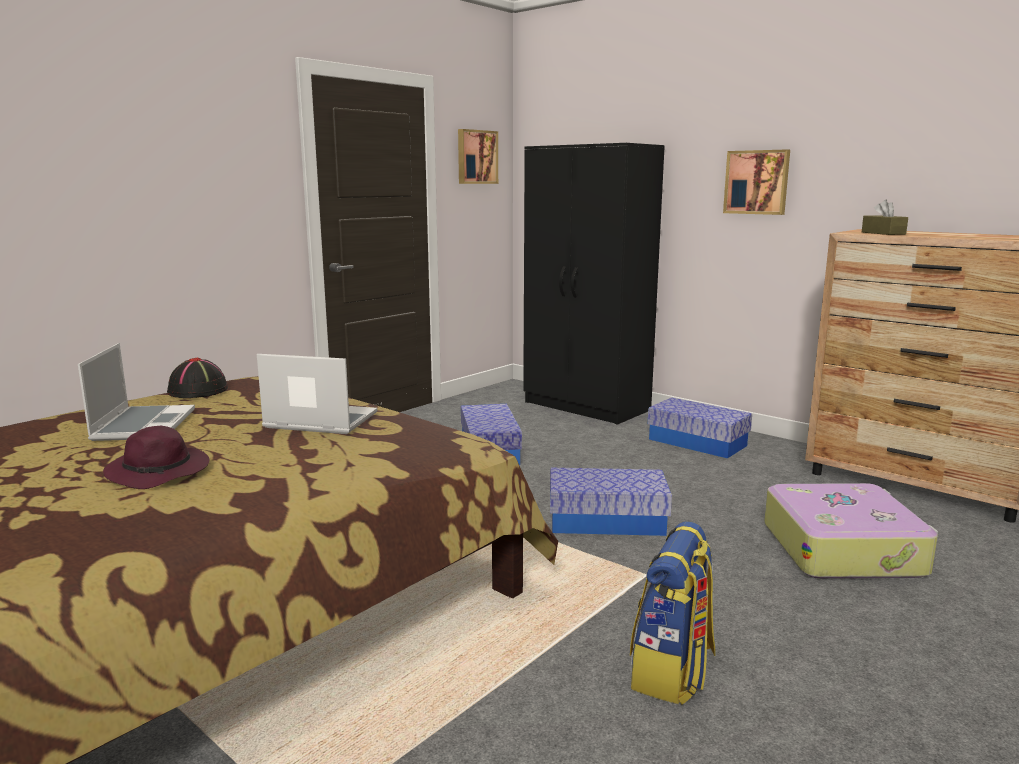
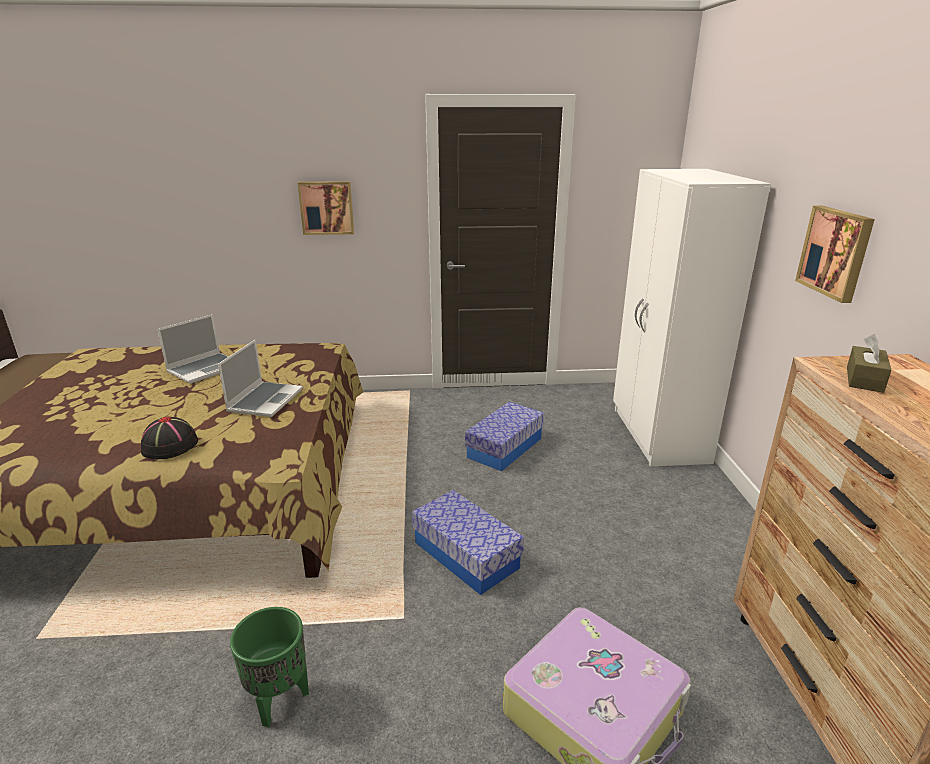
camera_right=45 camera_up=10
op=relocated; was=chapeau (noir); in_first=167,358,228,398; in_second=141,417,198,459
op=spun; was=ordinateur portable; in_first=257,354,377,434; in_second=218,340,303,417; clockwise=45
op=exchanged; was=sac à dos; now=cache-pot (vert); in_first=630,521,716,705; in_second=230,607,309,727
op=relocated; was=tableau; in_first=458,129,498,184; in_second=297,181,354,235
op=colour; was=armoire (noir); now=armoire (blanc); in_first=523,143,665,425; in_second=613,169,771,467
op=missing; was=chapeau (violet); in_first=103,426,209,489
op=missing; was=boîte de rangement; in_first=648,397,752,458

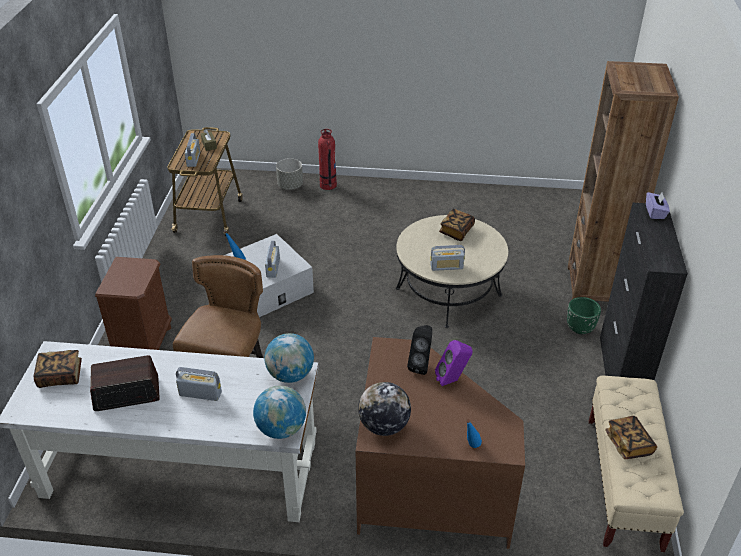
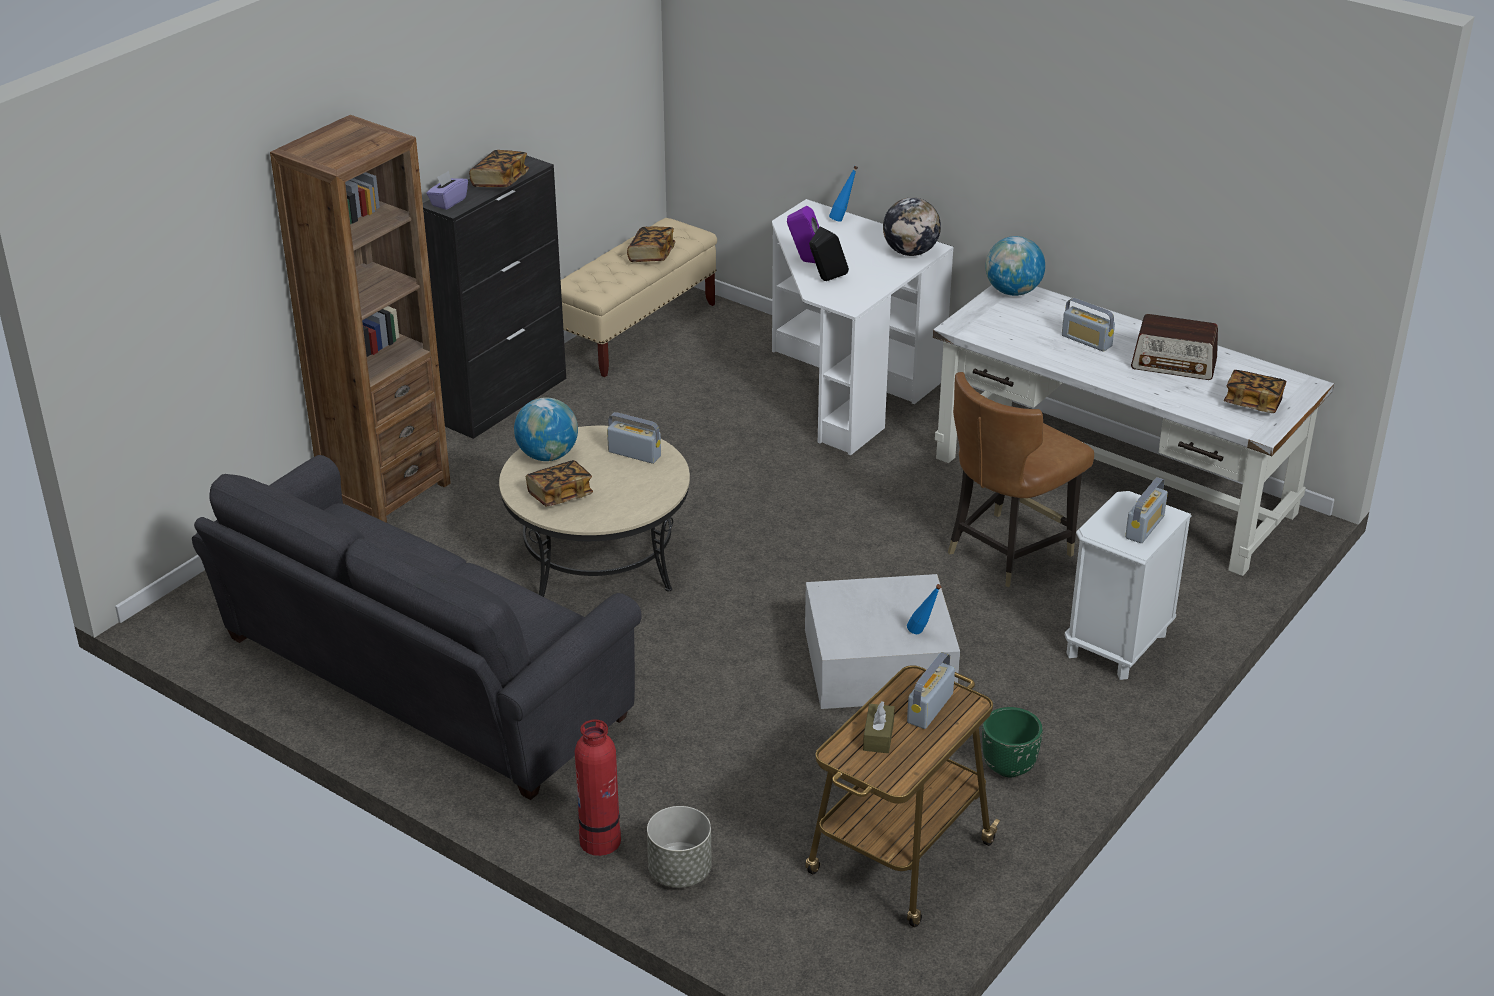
camera_right=-150 camera_up=-5
op=appeared; now=canapé (gris); in_second=192,455,642,800
op=appeared; now=livre; in_second=469,150,529,187
op=relocated; was=globe; in_first=265,333,314,383; in_second=514,397,578,461
op=colour; was=bureau (marron); now=bureau (blanc); in_first=356,337,525,549; in_second=772,199,953,456
op=relocated; was=cache-pot (vert); in_first=567,297,601,334; in_second=982,707,1043,777
op=colour; was=table de chevet (marron); now=table de chevet (blanc); in_first=95,257,172,350; in_second=1065,491,1192,680
op=relocated; was=radio; in_first=265,241,280,278; in_second=1125,477,1168,543

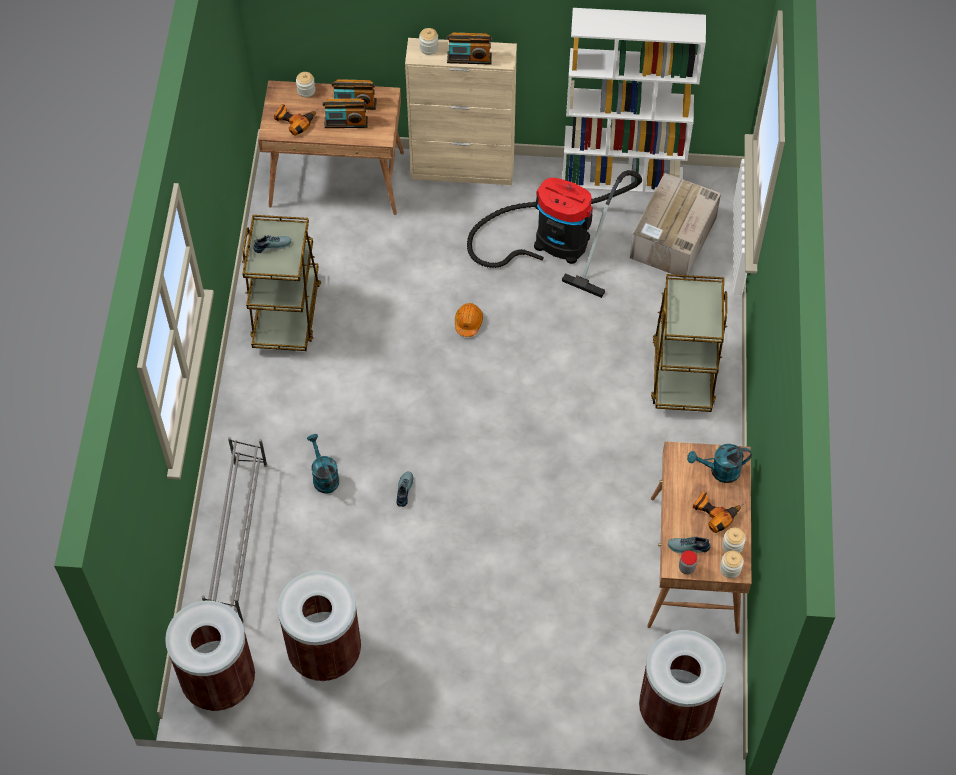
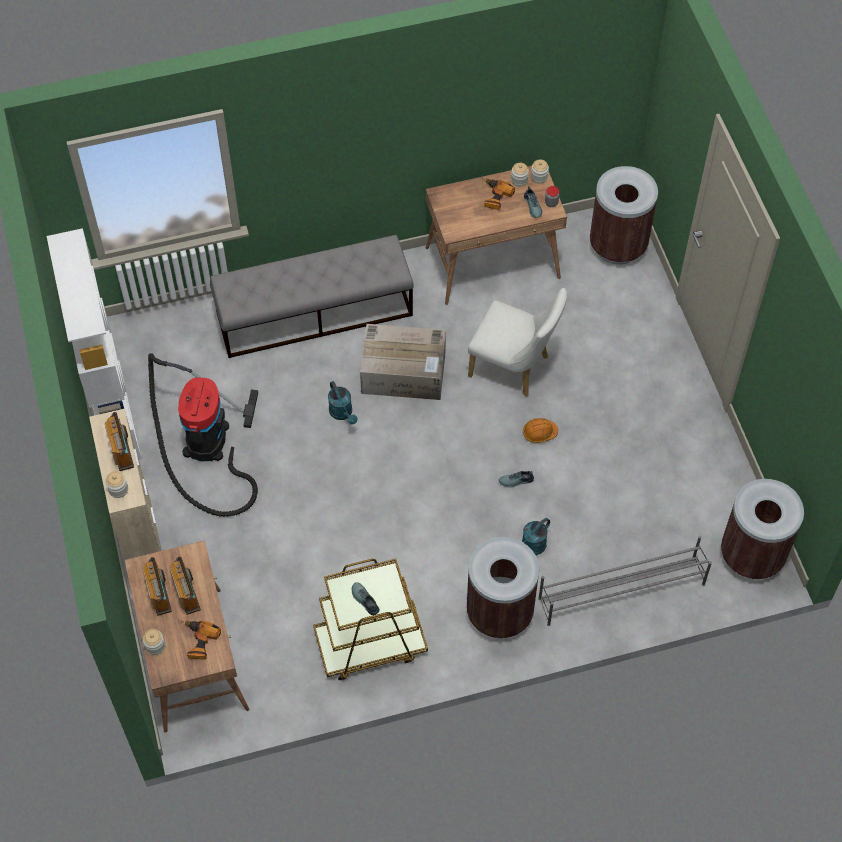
camera_right=-110 camera_up=0
op=exchanged; was=chariot (marron); now=banc (gris); in_first=651,274,728,412; in_second=210,235,414,358
op=relocated; was=arrosoir (turquoise); in_first=687,444,752,483; in_second=328,381,357,425
op=relocated; was=carton; in_first=630,173,721,279; in_second=360,324,446,400
op=relocated; was=poubelle (marron); in_first=278,571,361,681; in_second=466,537,539,639
op=appeared; now=chaise (blanc); in_second=468,288,567,397
op=relocated; was=casque de chantier (orange); in_first=455,303,483,337; in_second=523,418,558,443

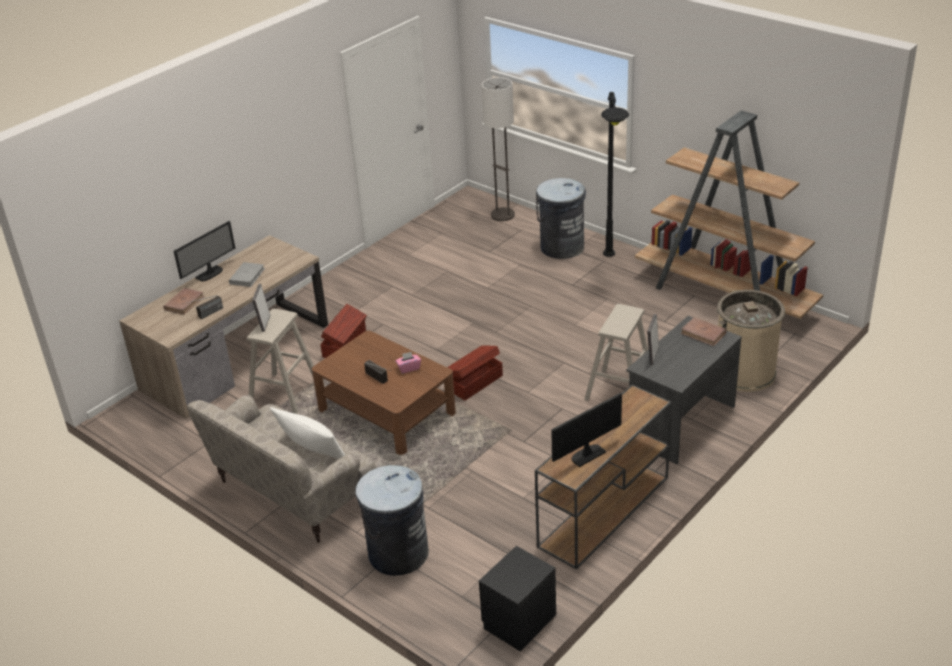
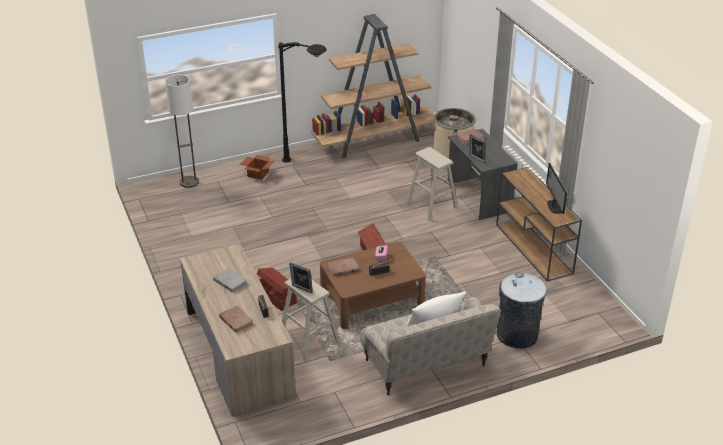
camera_right=-65 camera_up=0
op=exchanged; was=poubelle (gris); now=carton; in_first=536,178,586,259; in_second=240,155,275,180
op=appeared; now=livre (marron); in_second=328,257,360,277
op=missing; was=écran d'ordinateur; in_first=174,221,235,281
op=missing; was=table de chevet (noir); in_first=479,546,556,651

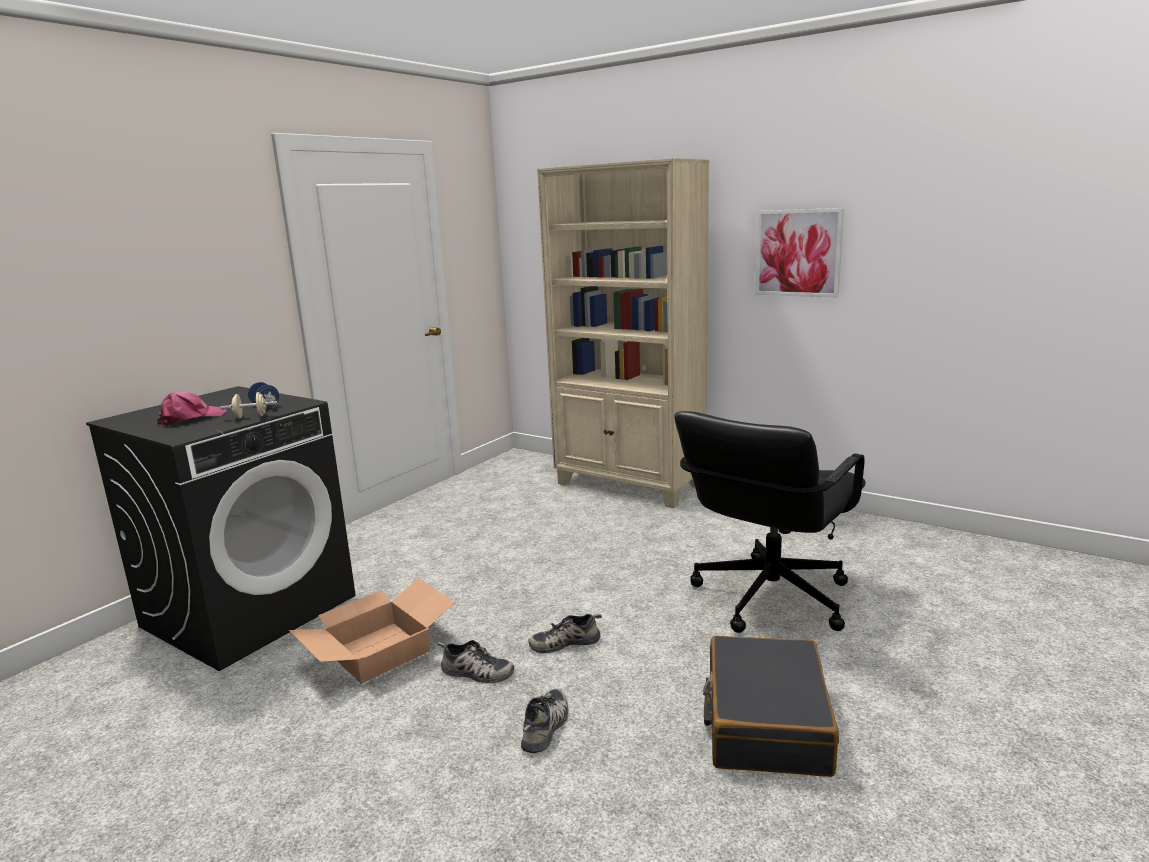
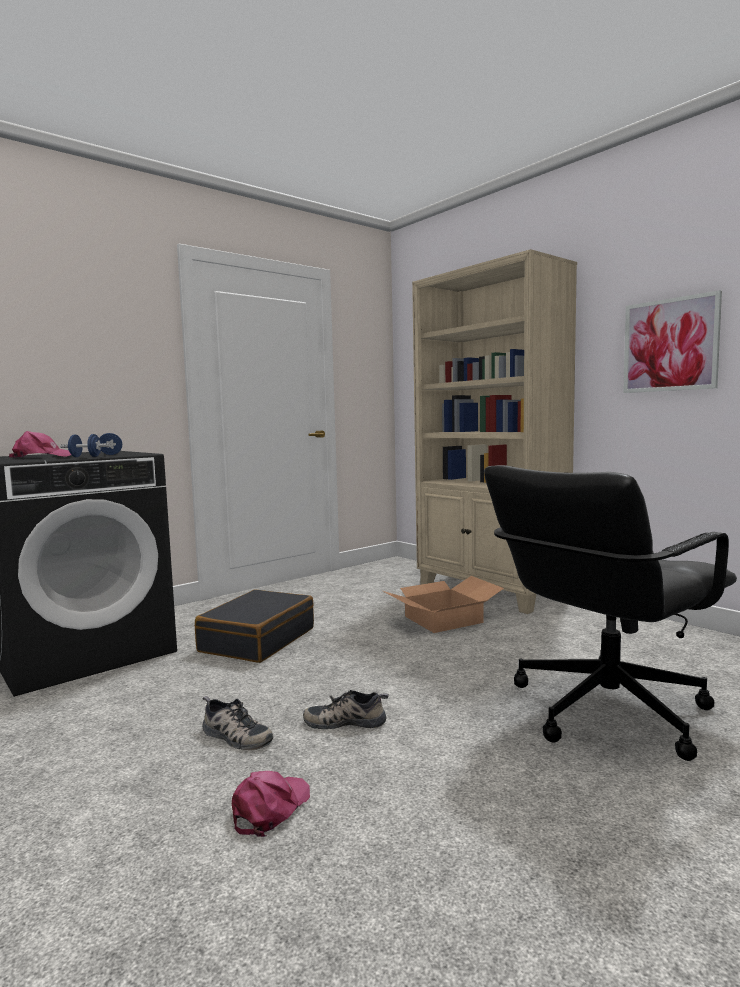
camera_right=15 camera_up=-10
op=colour; was=haltère (beige); now=haltère (bleu); in_first=220,392,277,419; in_second=60,434,110,457
op=relocated; was=valise (noir); in_first=703,636,839,777; in_second=195,589,314,663
op=exchanged; was=chaussure; now=casquette (rose); in_first=521,689,568,753; in_second=232,771,310,837
op=relocated; was=carton; in_first=289,578,455,684; in_second=383,576,504,633

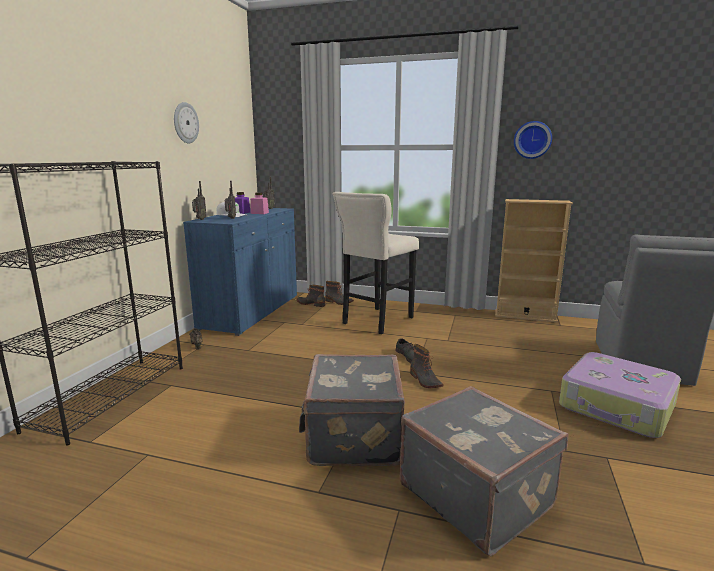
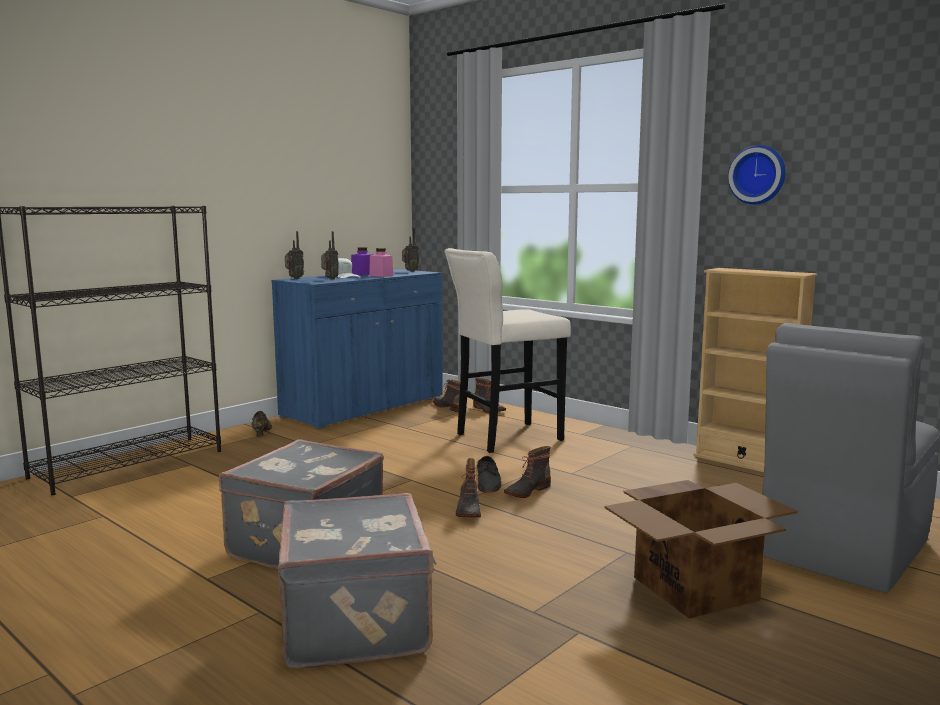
camera_right=25 camera_up=-5
op=appeared; now=botte; in_second=504,446,551,498
op=exchanged; was=valise; now=carton; in_first=559,352,681,438; in_second=605,480,798,619
op=missing; was=horloge murale; in_first=174,102,199,143

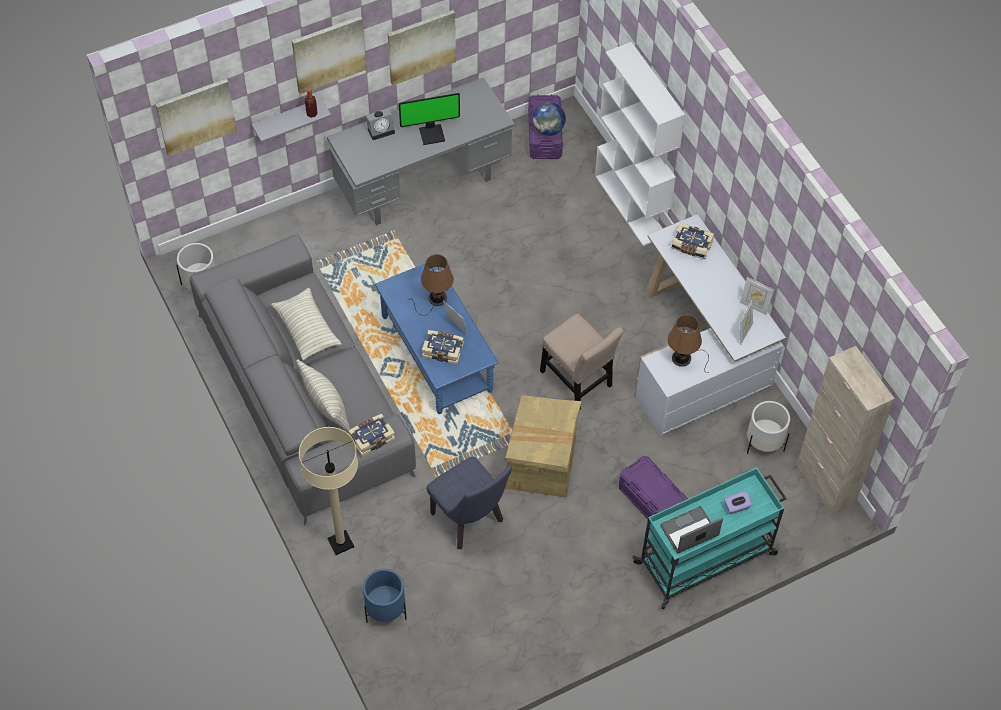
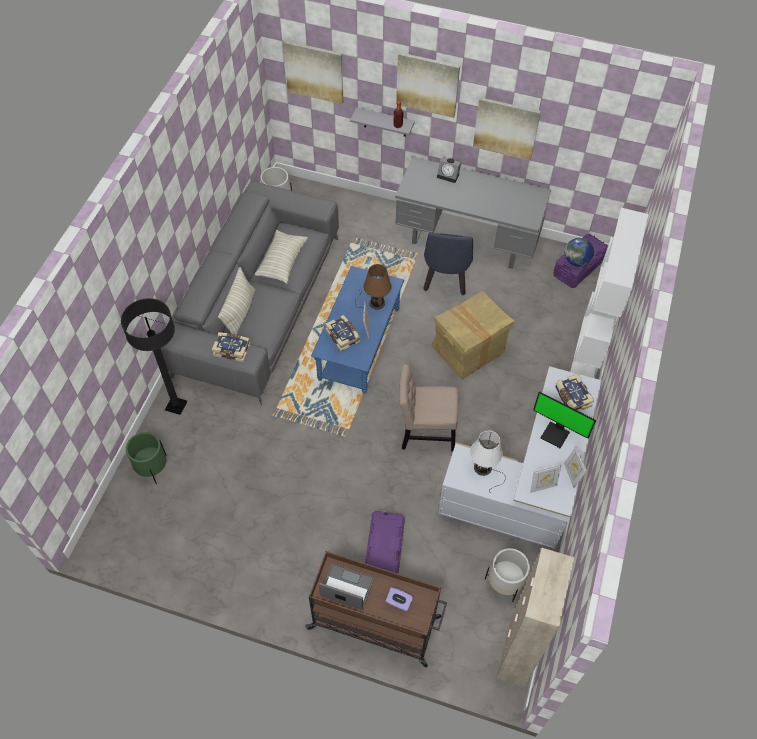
camera_right=45 camera_up=0
op=colour; was=lampadaire (beige); now=lampadaire (noir); in_first=299,427,358,555; in_second=121,298,187,415
op=colour; was=cache-pot (bleu); now=cache-pot (vert); in_first=363,569,407,623; in_second=126,432,166,484
op=colour; was=chariot (turquoise); now=chariot (marron); in_first=632,467,787,609; in_second=305,551,447,668
op=spun; was=chaise (beige); in_first=540,314,624,409; in_second=399,364,458,452; clockwise=90
op=relocated; was=chaise (bleu); in_first=426,456,512,549; in_second=423,232,473,295
op=relocated; was=carton; in_first=505,395,582,498; in_second=431,291,515,380
op=colour; was=lampe de table (marron); now=lampe de table (blanc); in_first=668,315,710,373; in_second=470,431,506,494
op=relocated; was=écran d'ordinateur; in_first=399,93,460,145; in_second=533,392,596,449

